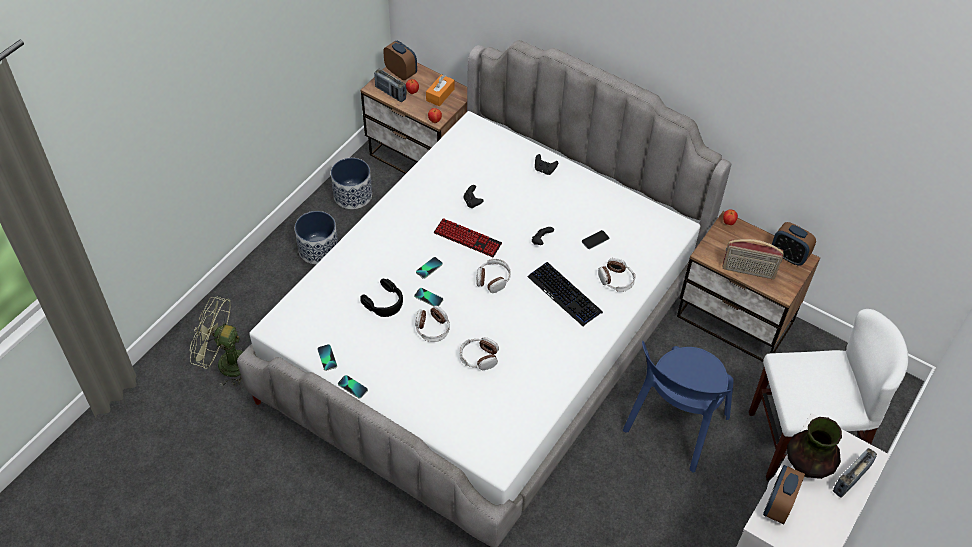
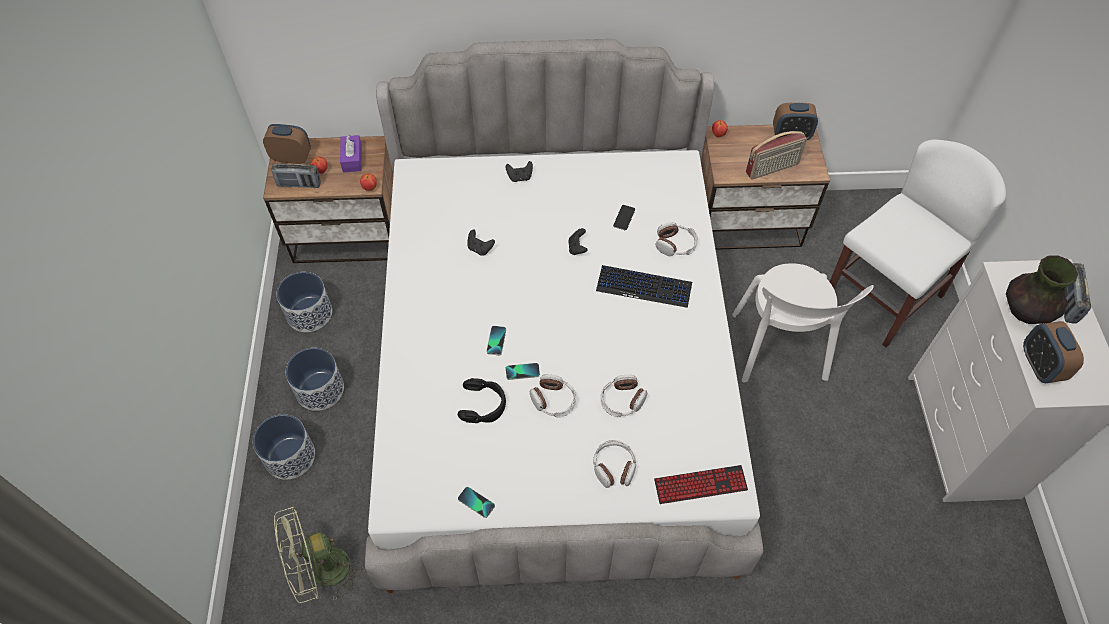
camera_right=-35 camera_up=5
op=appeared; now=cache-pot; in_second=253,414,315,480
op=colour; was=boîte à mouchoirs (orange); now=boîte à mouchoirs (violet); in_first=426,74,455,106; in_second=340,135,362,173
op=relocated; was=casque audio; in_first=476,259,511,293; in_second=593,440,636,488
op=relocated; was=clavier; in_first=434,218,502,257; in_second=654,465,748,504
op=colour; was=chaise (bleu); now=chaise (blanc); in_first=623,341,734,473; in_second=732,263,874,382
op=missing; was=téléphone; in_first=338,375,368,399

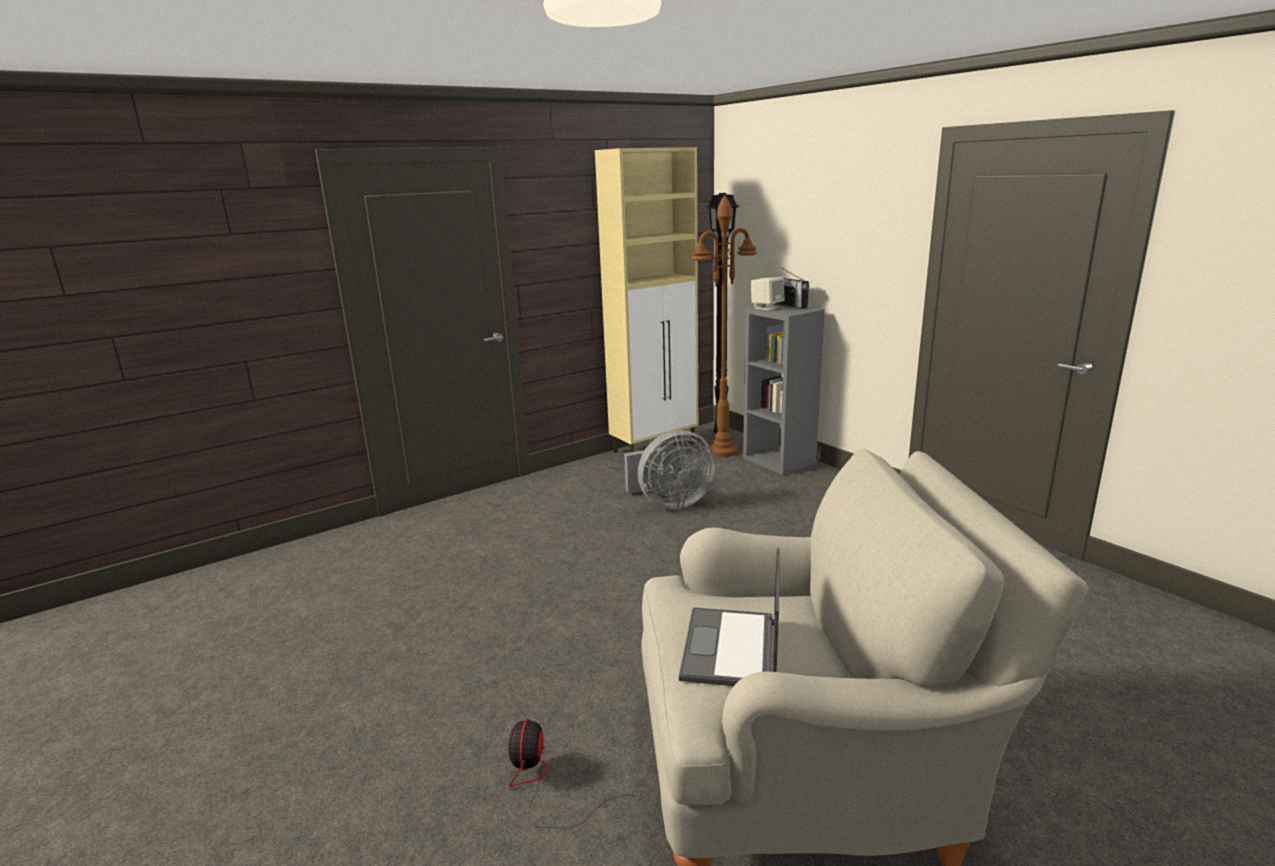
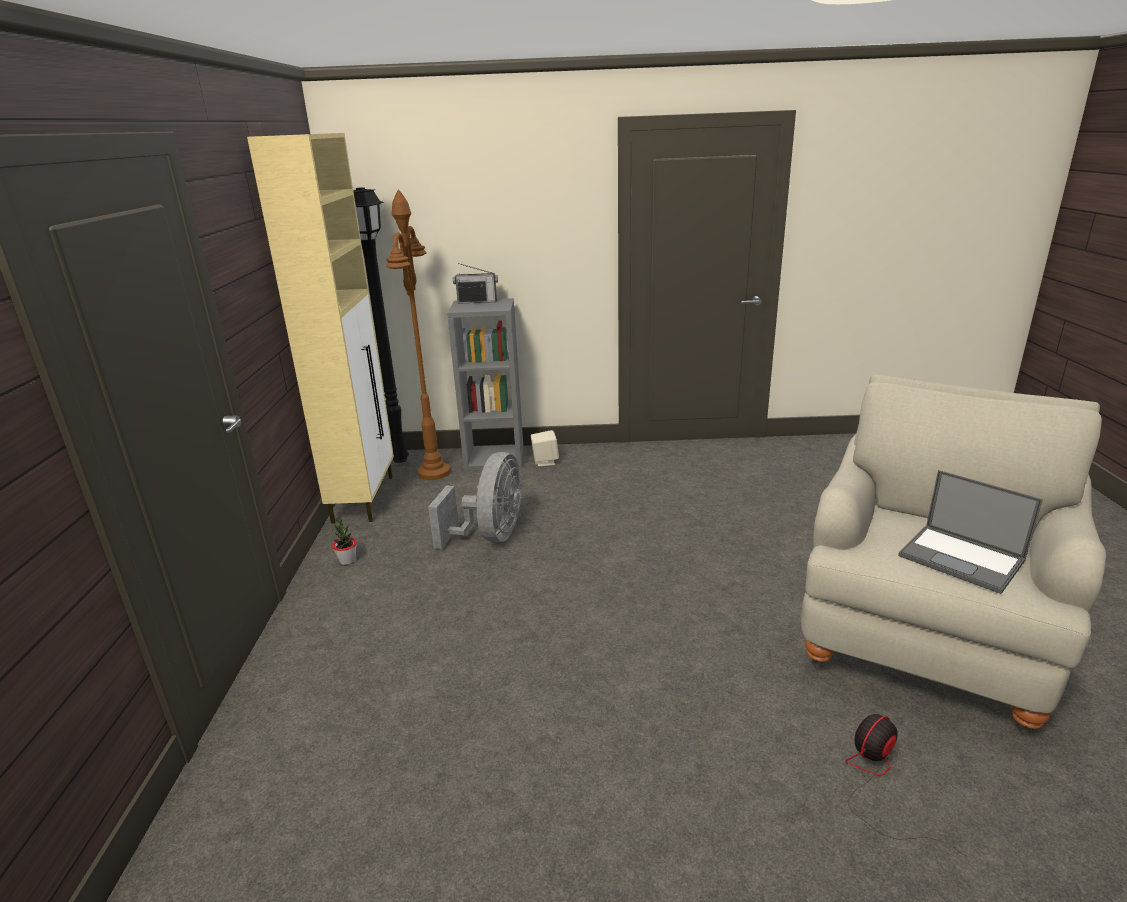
camera_right=-55 camera_up=5
op=appeared; now=plante en pot; in_second=332,516,357,565
op=relocated; was=enceinte (beige); in_first=751,277,784,310; in_second=530,430,559,466
op=spun; was=ventilateur; in_first=508,718,636,828; in_second=845,714,967,857; clockwise=105

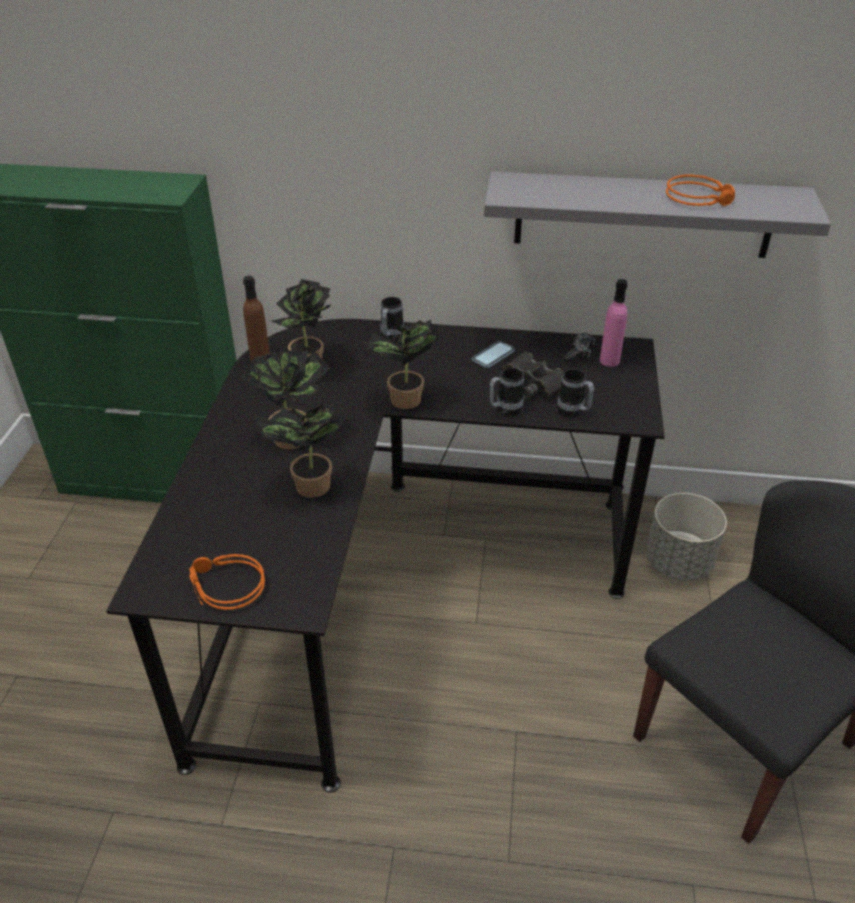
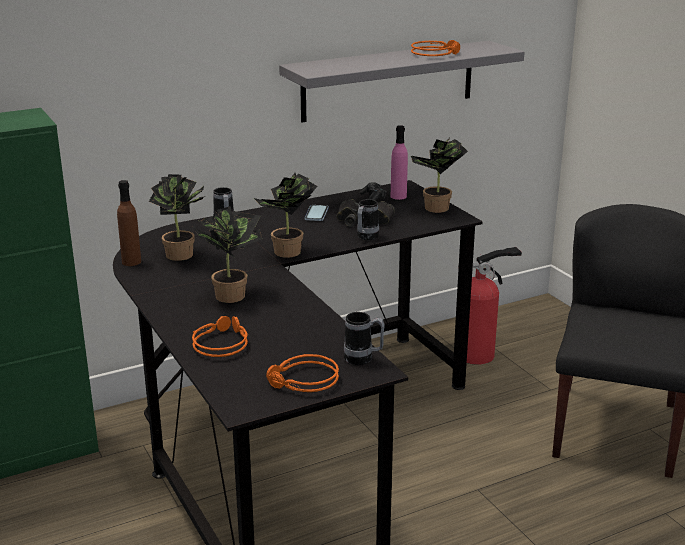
camera_right=-35 camera_up=-15
op=appeared; now=casque audio (orange); in_second=192,316,248,357
op=relocated; was=mug; in_first=557,369,594,418; in_second=344,312,385,365
op=relocated; was=plante en pot; in_first=254,404,349,498; in_second=411,138,468,213
op=exchanged; was=cache-pot (gris); now=extincteur; in_first=646,493,727,580; in_second=458,247,522,365

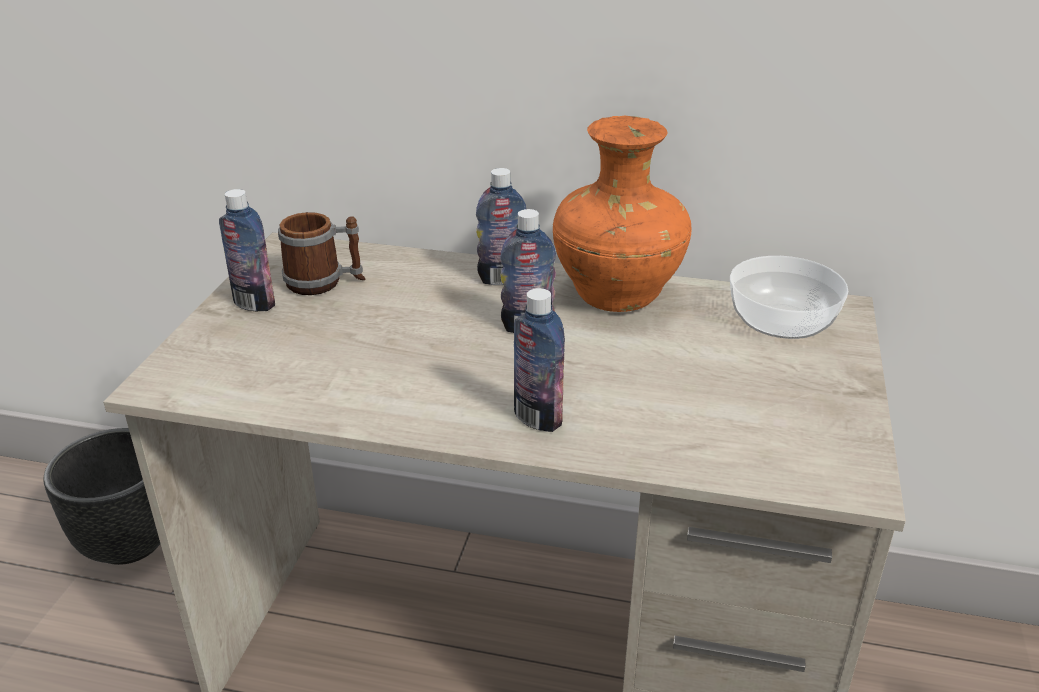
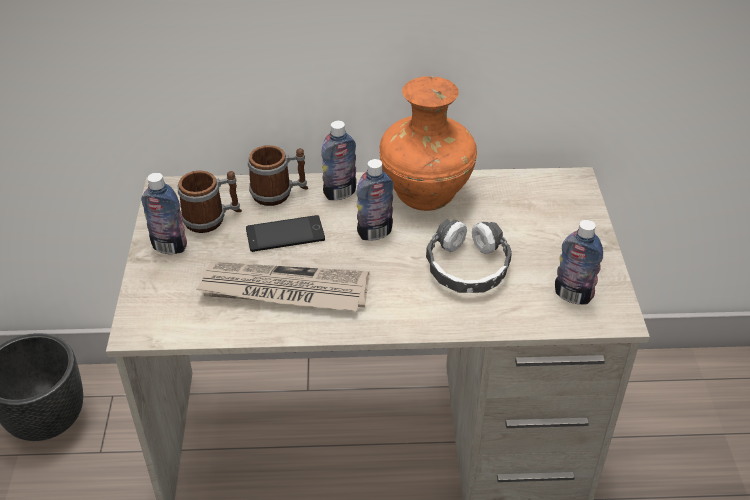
camera_right=-15 camera_up=10
op=appeared; now=journal; in_second=196,262,369,311
op=appeared; now=téléphone; in_second=246,215,325,252
op=appeared; now=mug; in_second=248,145,308,206
op=appeared; now=casque audio; in_second=426,219,512,293
op=relocated; was=bouteille; in_first=514,288,565,432; in_second=555,220,603,305
op=missing; was=bol; in_first=730,256,848,339

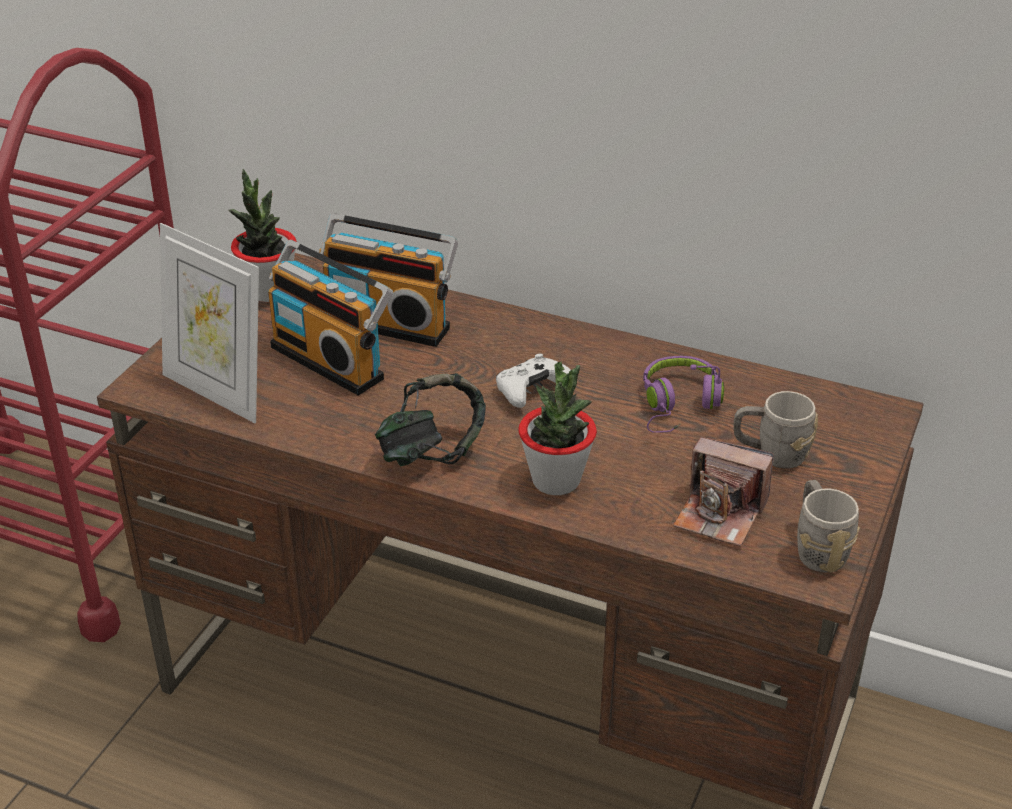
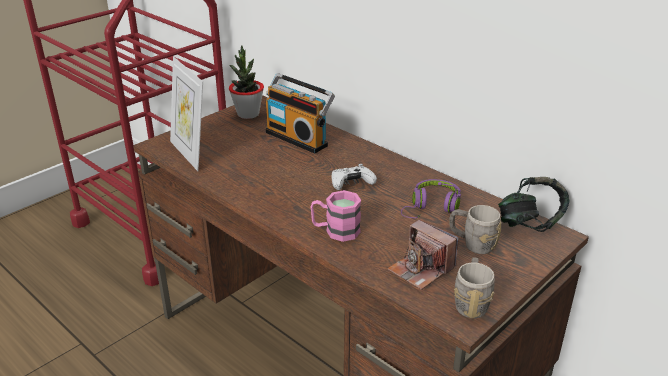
camera_right=20 camera_up=-5
op=exchanged; was=plante en pot; now=mug (rose); in_first=519,361,597,495; in_second=311,190,361,242
op=relocated; was=casque audio; in_first=375,373,486,466; in_second=498,177,570,232
op=missing; was=radio; in_first=268,240,393,396

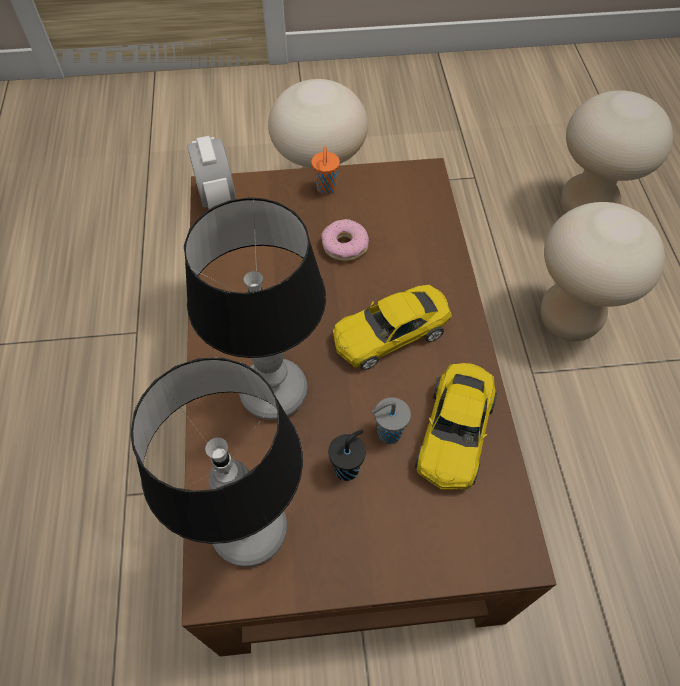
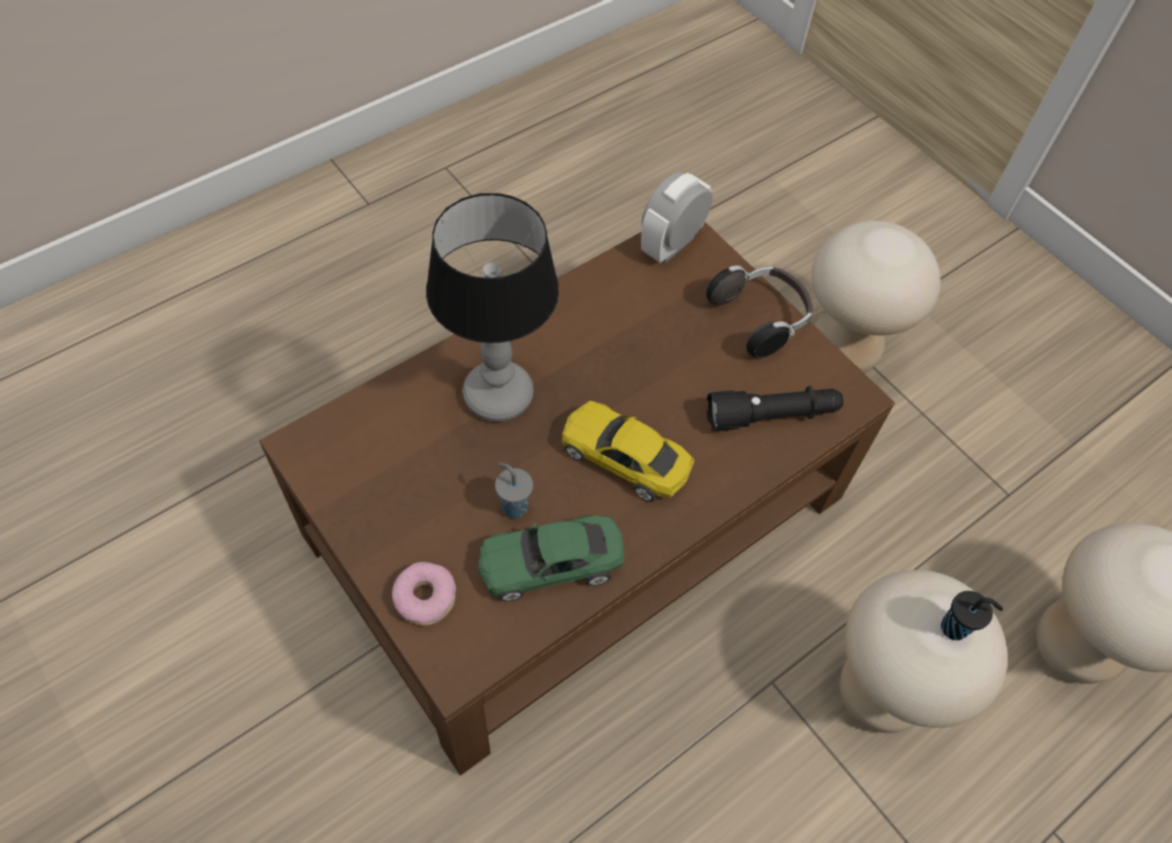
camera_right=55 camera_up=0
op=relocated; was=beignet; in_first=321,219,369,261; in_second=392,562,456,626
op=colour; was=petite voiture (jaune); now=petite voiture (vert); in_first=415,363,497,490; in_second=478,515,624,601
op=exchanged; was=tasse (orange); now=casque audio; in_first=311,146,340,195; in_second=706,265,813,358
op=appeared; now=lampe de poche (noir); in_second=707,386,843,431
op=relocated; was=tasse (noir); in_first=328,430,366,481; in_second=941,591,1003,640
op=missing; was=lampe de table; in_first=130,358,303,567

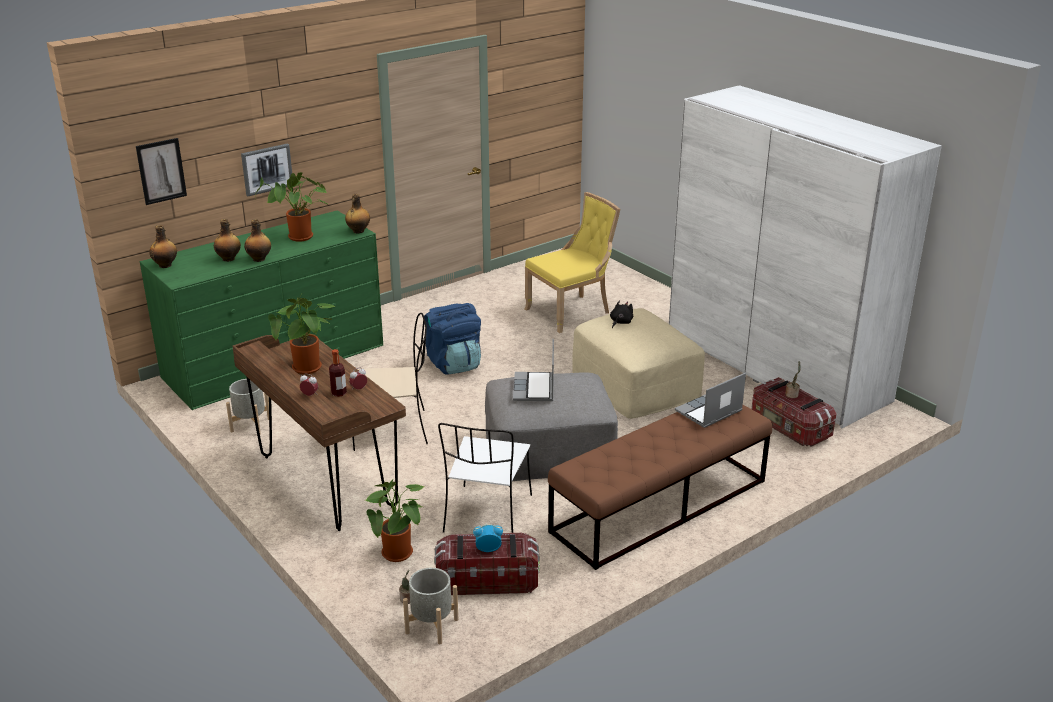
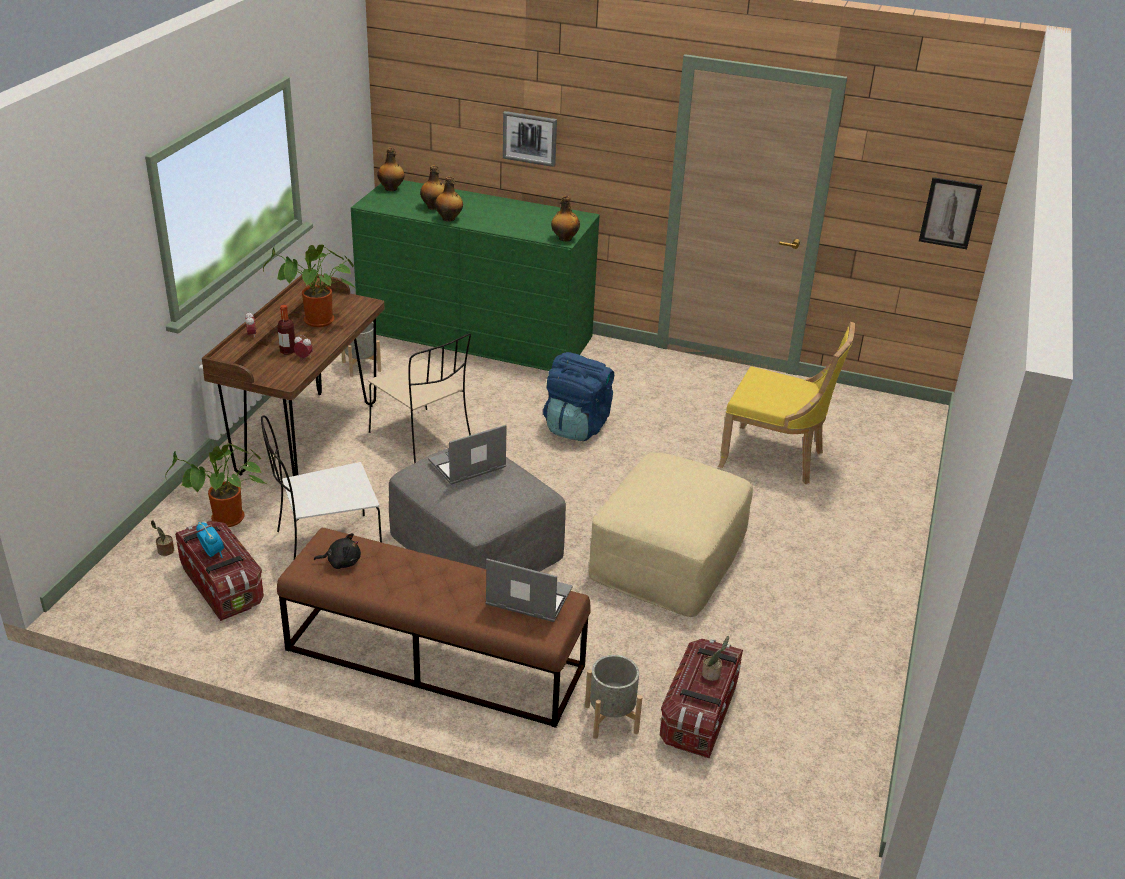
camera_right=55 camera_up=5
op=relocated; was=peluche (noir); in_first=610,300,633,328; in_second=314,533,361,569
op=relocated; was=cache-pot (gris); in_first=403,568,458,644; in_second=585,655,643,739
op=relocated; was=tableau; in_first=136,138,187,205; in_second=919,177,982,249
op=missing; was=plante en pot; in_first=255,172,331,242
op=missing; was=armoire (blanc); in_first=669,85,942,428

